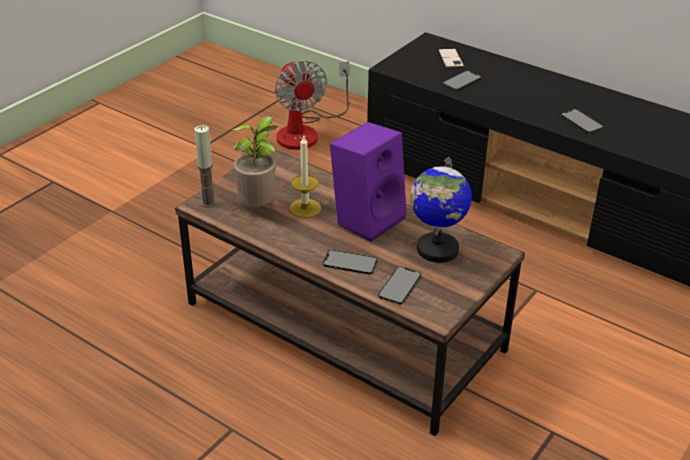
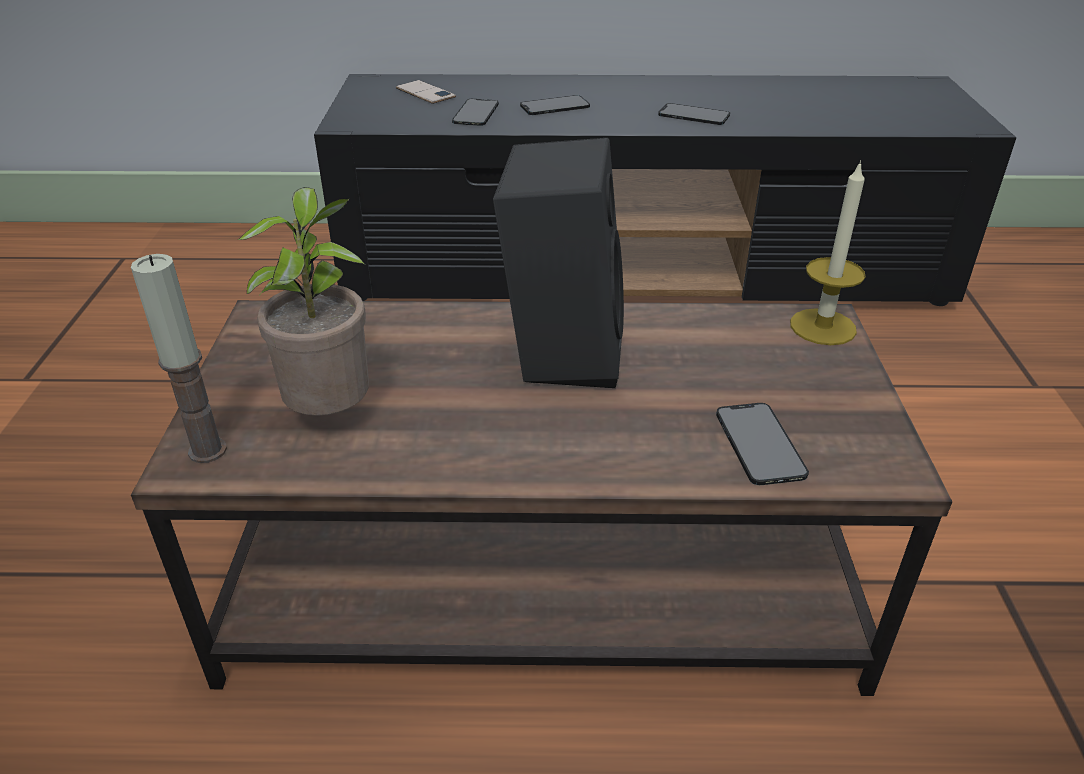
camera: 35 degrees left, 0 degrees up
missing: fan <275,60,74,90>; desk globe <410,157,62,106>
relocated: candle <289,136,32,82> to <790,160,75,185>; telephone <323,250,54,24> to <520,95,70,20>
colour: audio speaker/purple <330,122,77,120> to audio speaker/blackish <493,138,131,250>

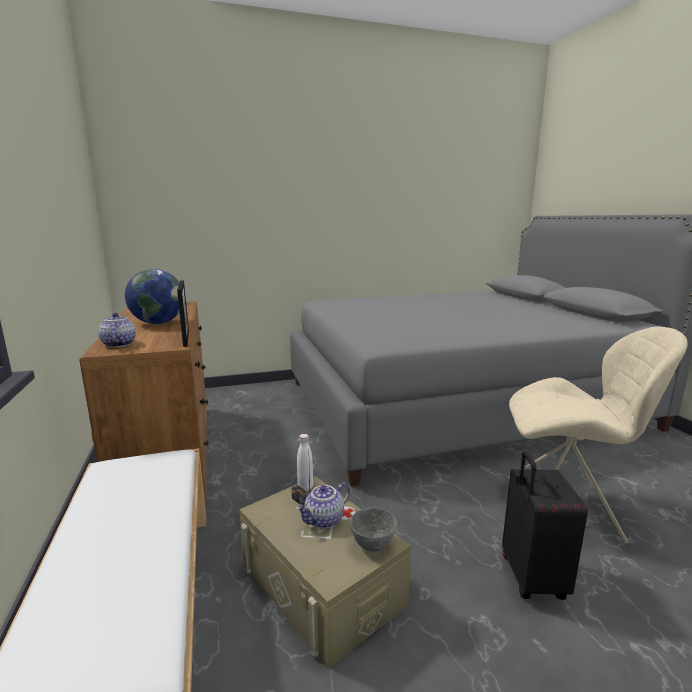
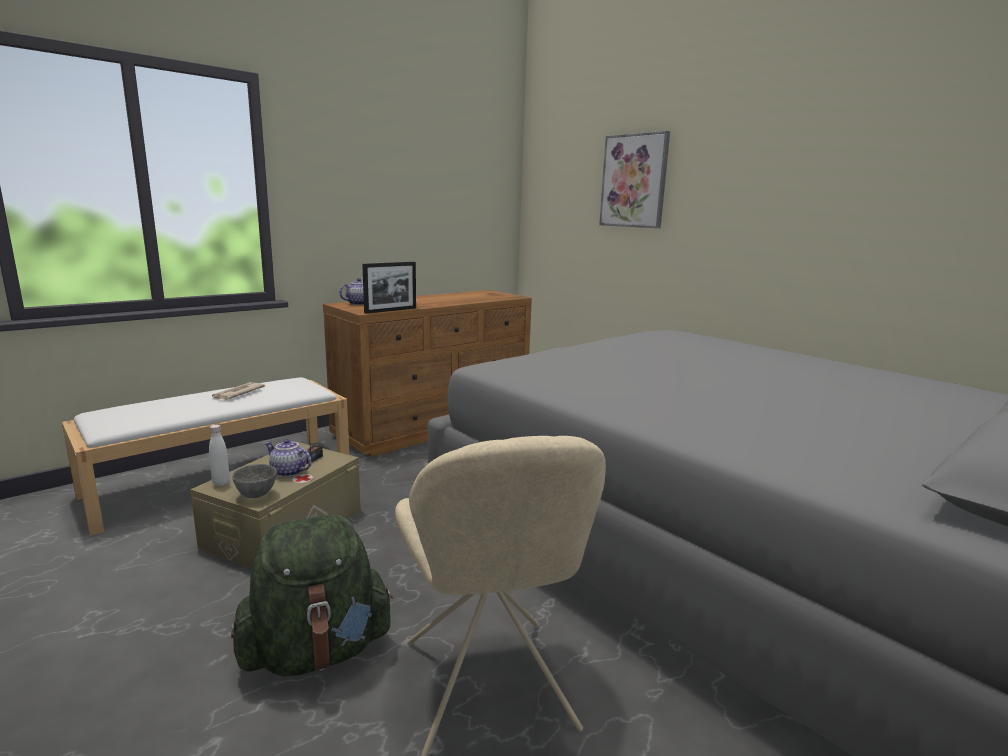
camera: 65 degrees right, 0 degrees up
missing: desk globe <125,269,55,55>
appeared: newspaper <212,382,53,18>; wall picture <599,131,71,97>
relocated: bottle/white <297,434,16,57> to <209,425,21,61>
exchanged: piece of luggage/blackish <502,451,86,149> to backpack/greenish <231,515,163,161>

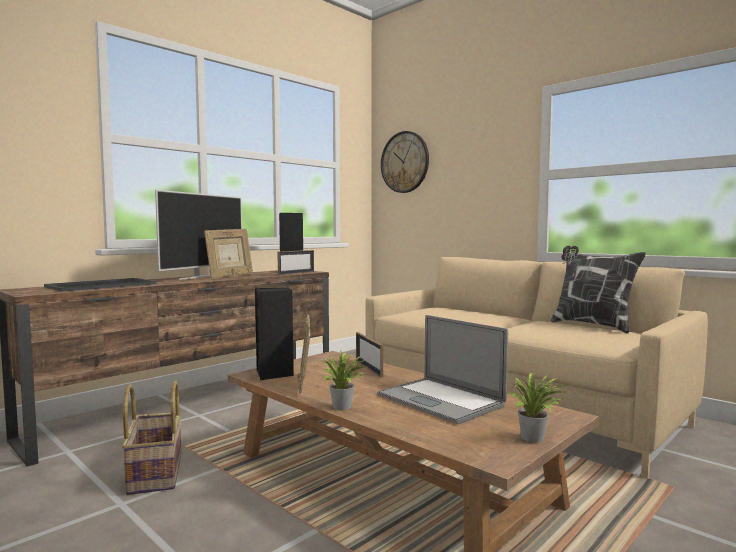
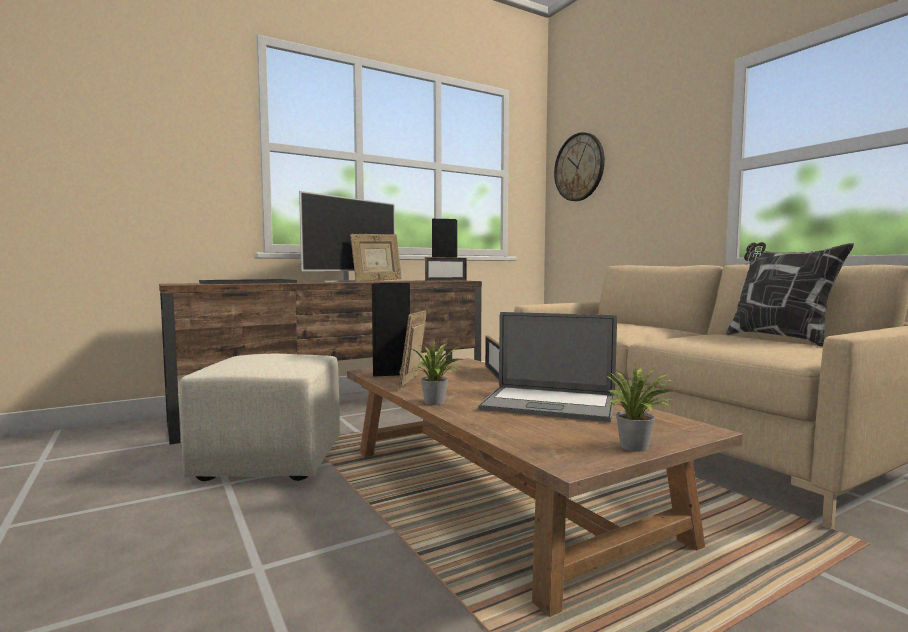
camera: 15 degrees right, 0 degrees up
exchanged: basket <122,381,59,114> to footrest/beige <180,354,160,127>
spun: portable computer <377,315,131,109> = <478,312,139,110> 45 degrees counterclockwise

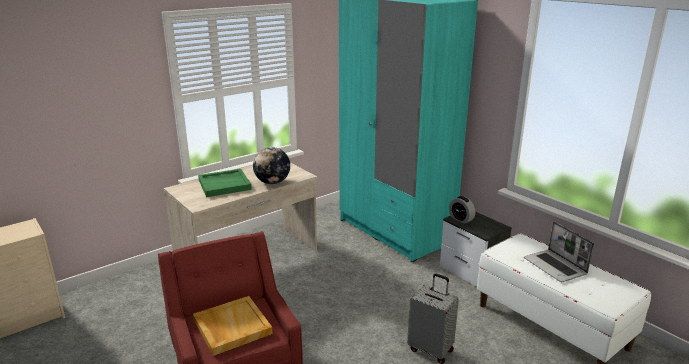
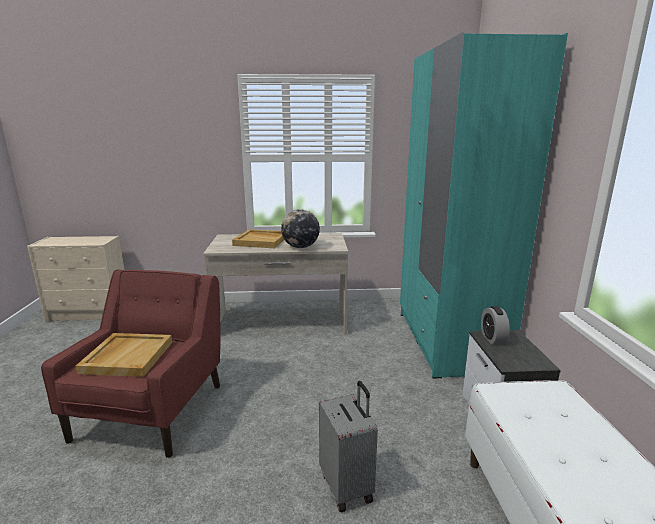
camera: 35 degrees right, 5 degrees down
missing: portable computer <524,221,70,61>
colour: serving tray/greenish <198,169,54,28> to serving tray/beige <232,229,52,19>

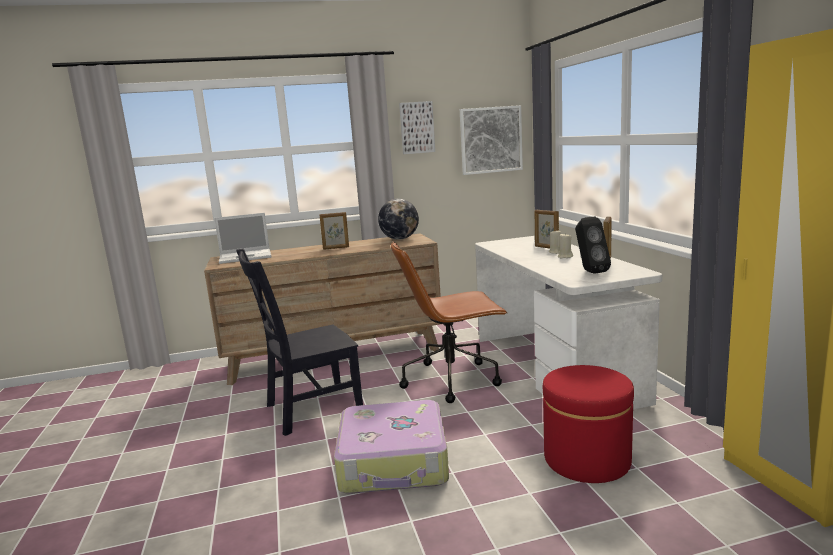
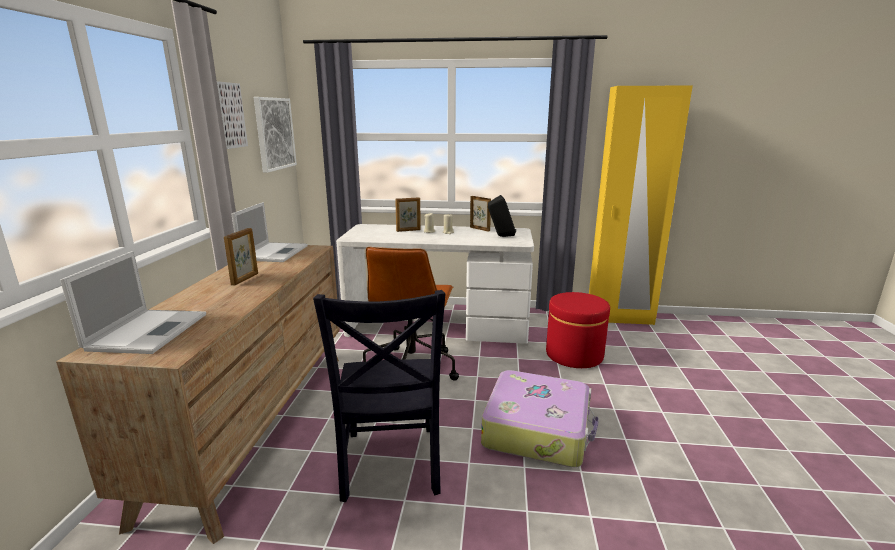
camera: 70 degrees left, 5 degrees up
exchanged: desk globe <378,199,41,41> to portable computer <231,202,77,60>

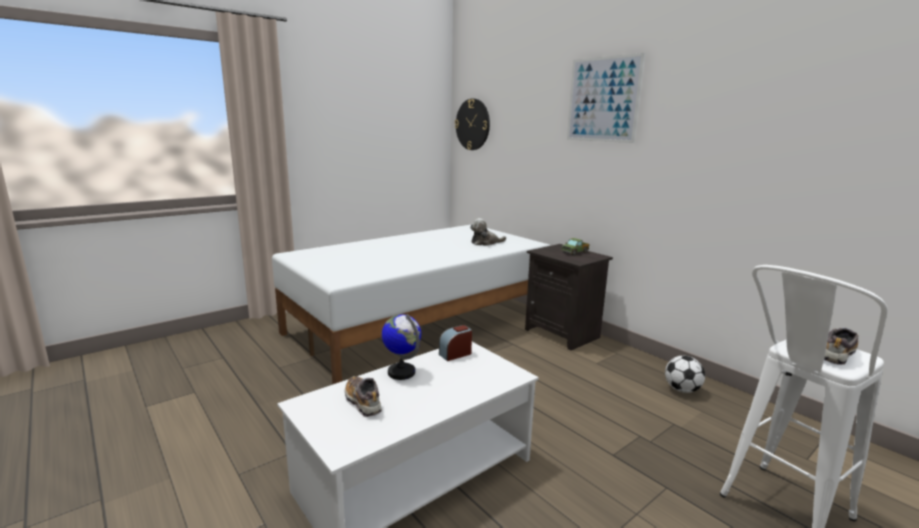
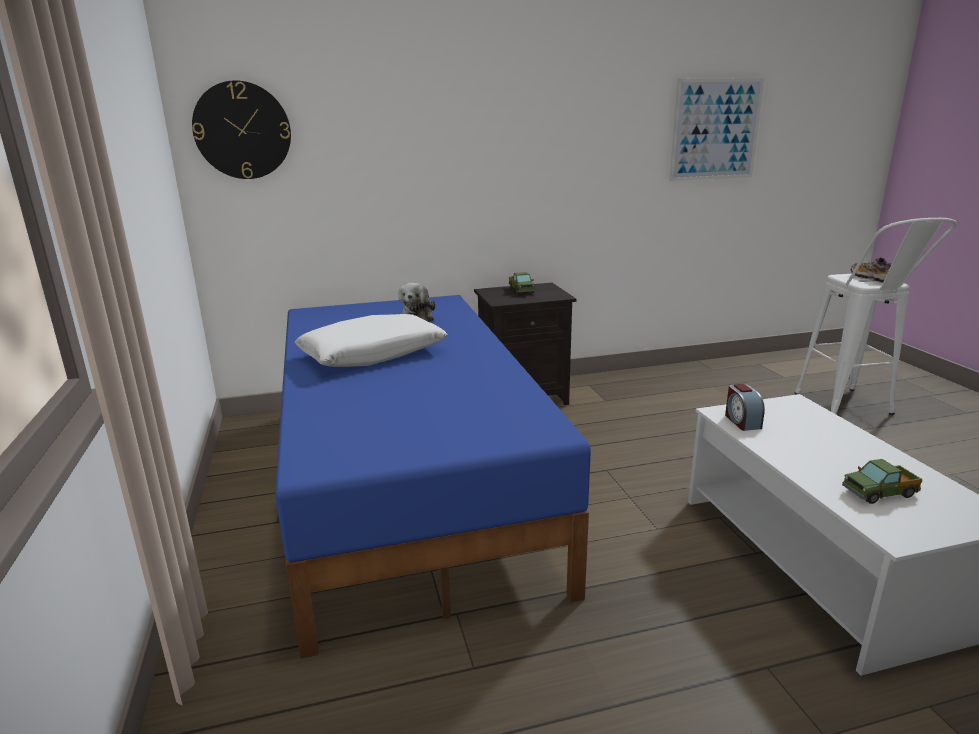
camera: 65 degrees left, 5 degrees up
missing: desk globe <382,314,39,66>; football ball <665,355,40,38>
appeared: cushion/white <295,314,153,53>
relocated: wall picture <567,53,78,90> to <669,78,95,103>
exchanged: low shoe <345,376,37,41> to toy lorry <842,459,80,45>
colour: sleeping bed/white <272,225,278,159> to sleeping bed/bluish <275,295,316,364>

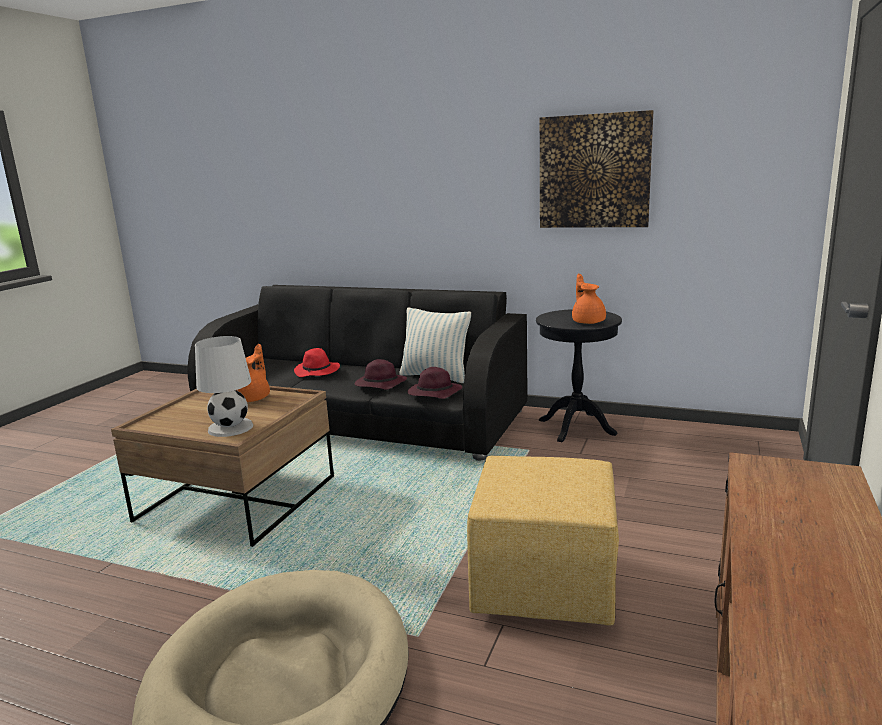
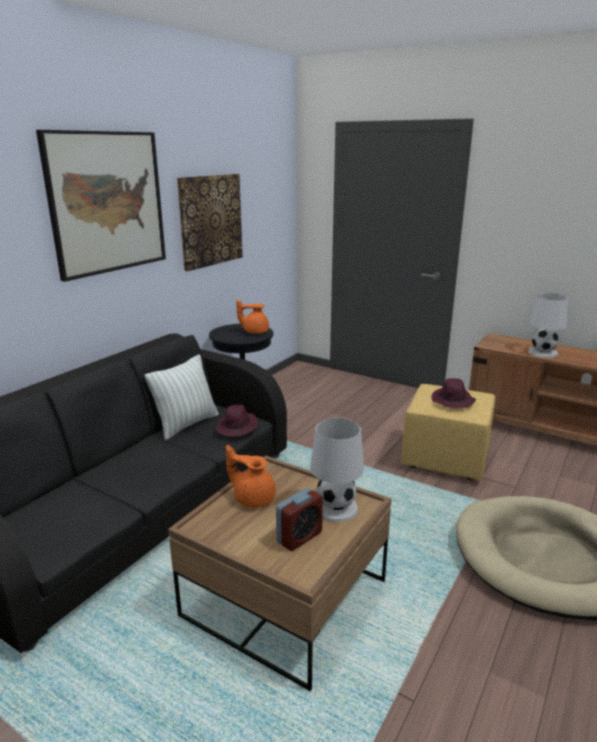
camera: 80 degrees left, 5 degrees up
missing: hat/reddish <294,348,46,29>
appeared: wall picture <36,130,130,152>; alarm clock <276,488,47,63>; table lamp/white <528,293,40,65>
relocated: hat/purple <354,359,53,31> to <432,378,44,30>

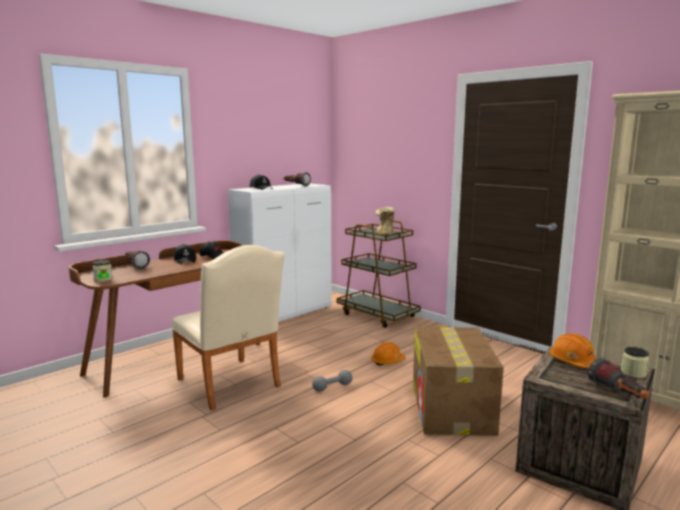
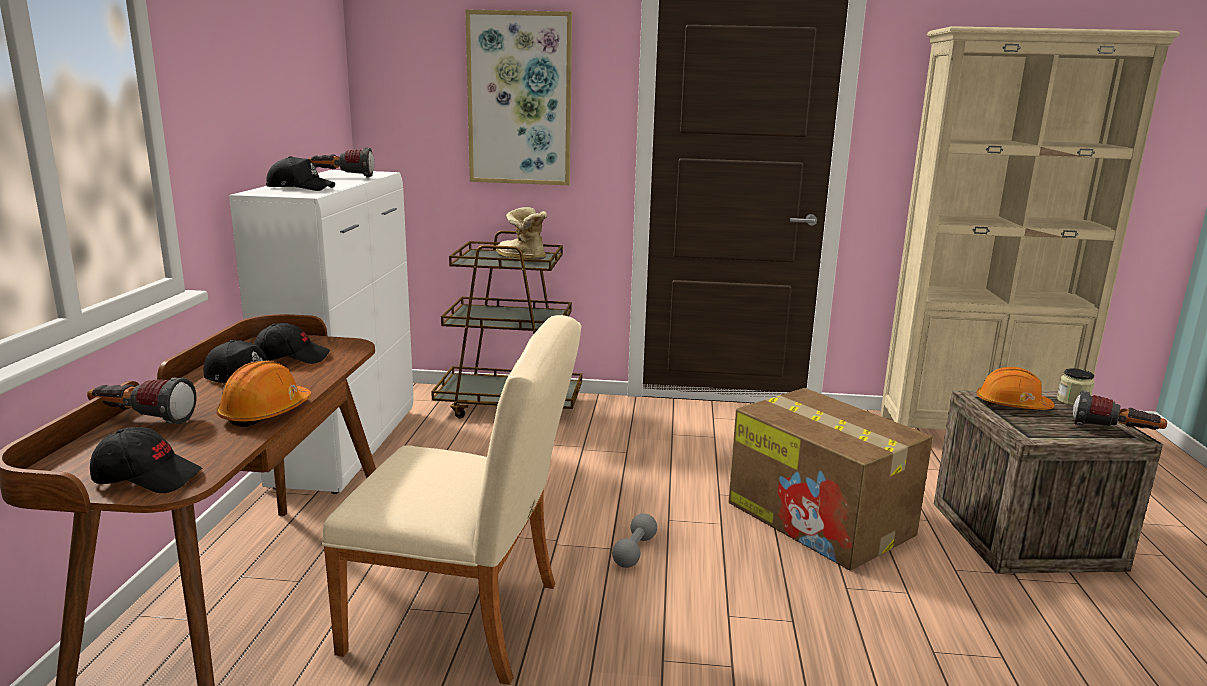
camera: 40 degrees left, 5 degrees up
appeared: wall picture <465,10,107,175>
relocated: hard hat/orange-coloured <371,342,34,23> to <216,361,95,66>
exchanged: storage jar <92,260,21,22> to peaked cap/blackish <90,427,112,66>

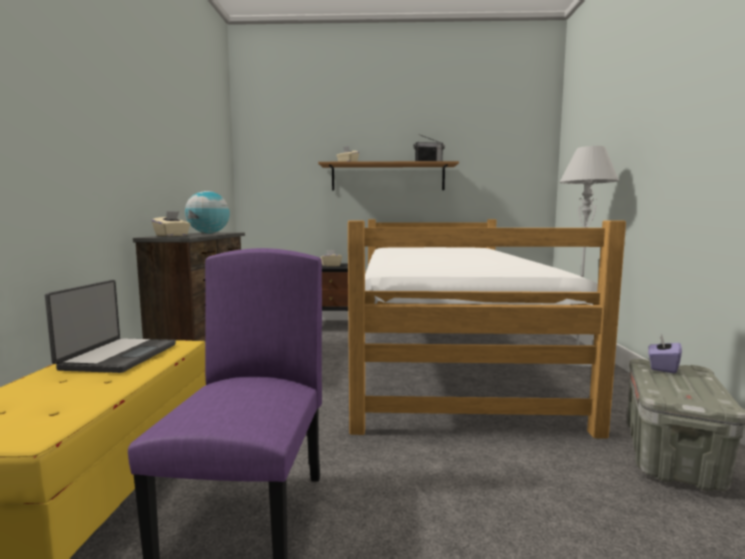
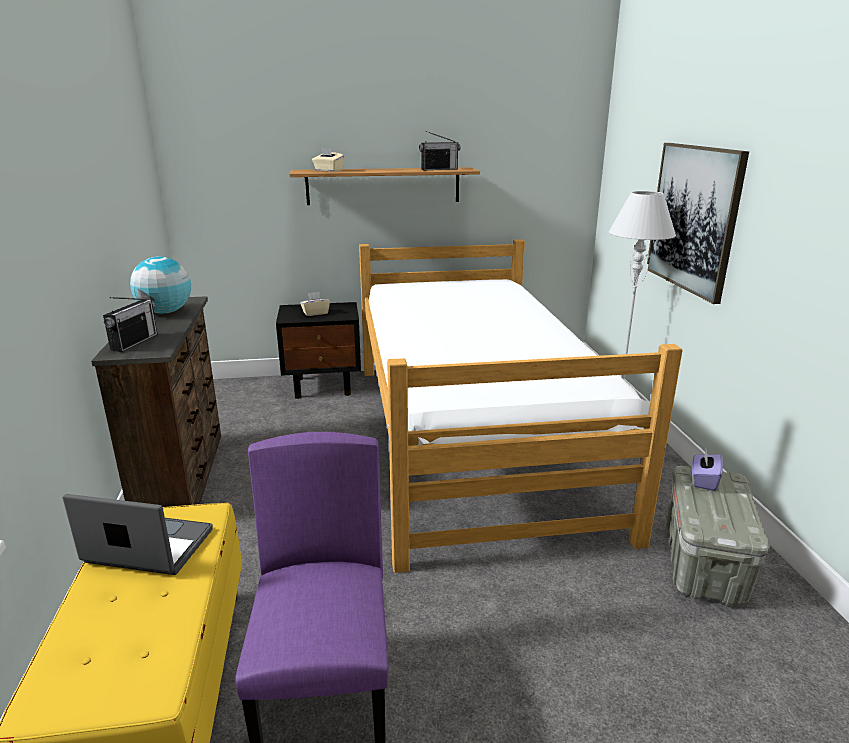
camera: 10 degrees left, 15 degrees up
appeared: wall picture <647,143,102,161>
exchanged: tissue box/beige <152,211,38,25> to radio <103,297,55,55>
spun: portable computer <45,280,131,93> = <63,494,150,81> 75 degrees counterclockwise

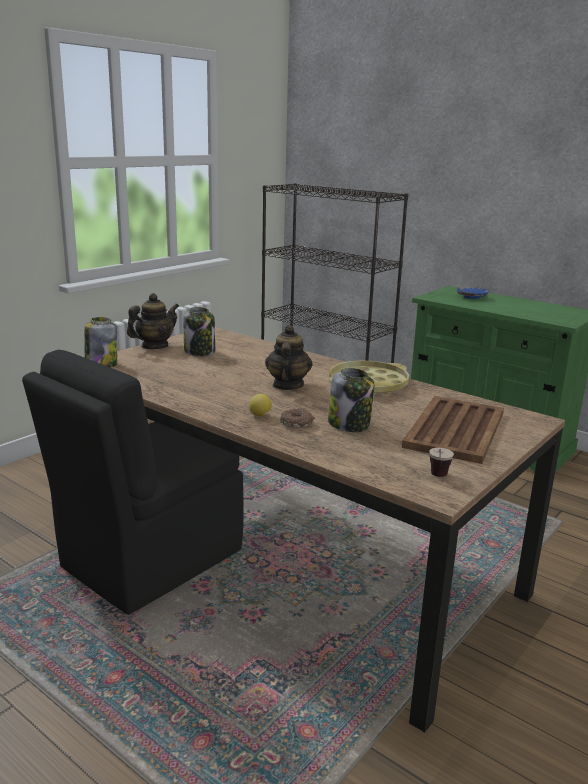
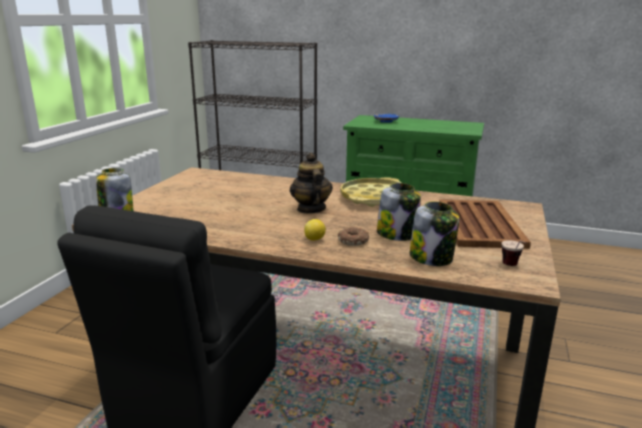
camera: 20 degrees left, 0 degrees up
missing: tea pot <127,293,52,56>
relocated: storage jar <183,307,32,49> to <410,201,49,65>

